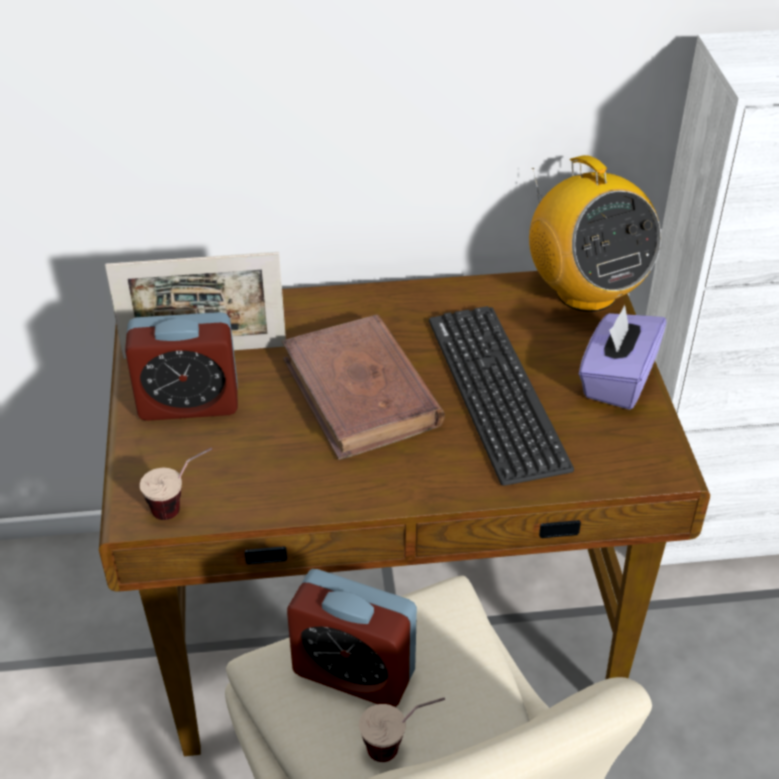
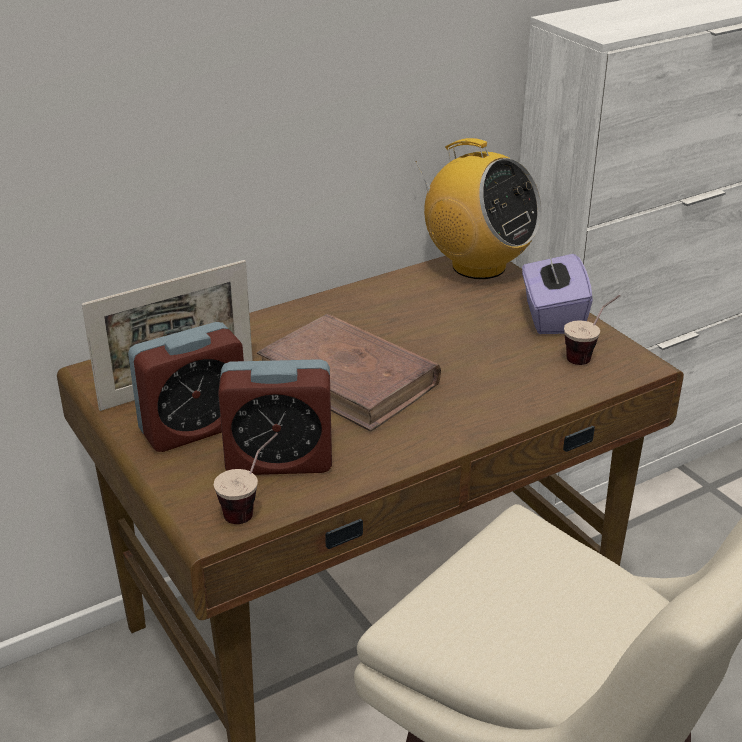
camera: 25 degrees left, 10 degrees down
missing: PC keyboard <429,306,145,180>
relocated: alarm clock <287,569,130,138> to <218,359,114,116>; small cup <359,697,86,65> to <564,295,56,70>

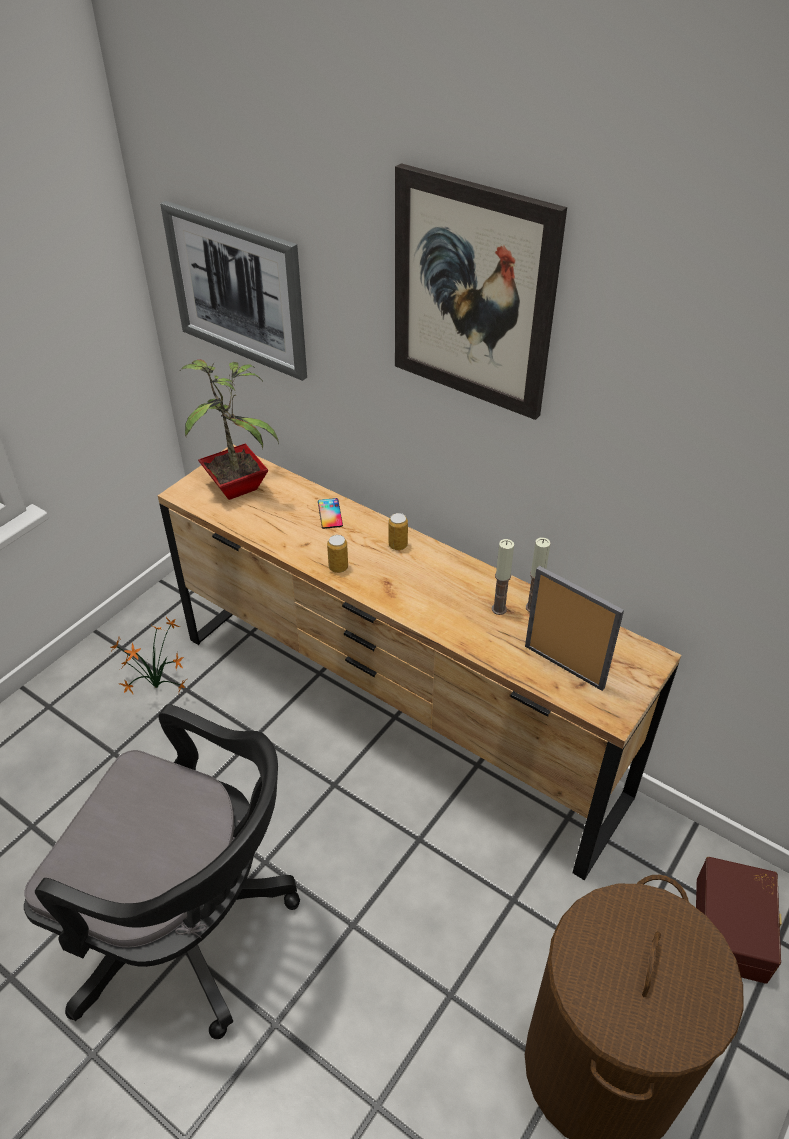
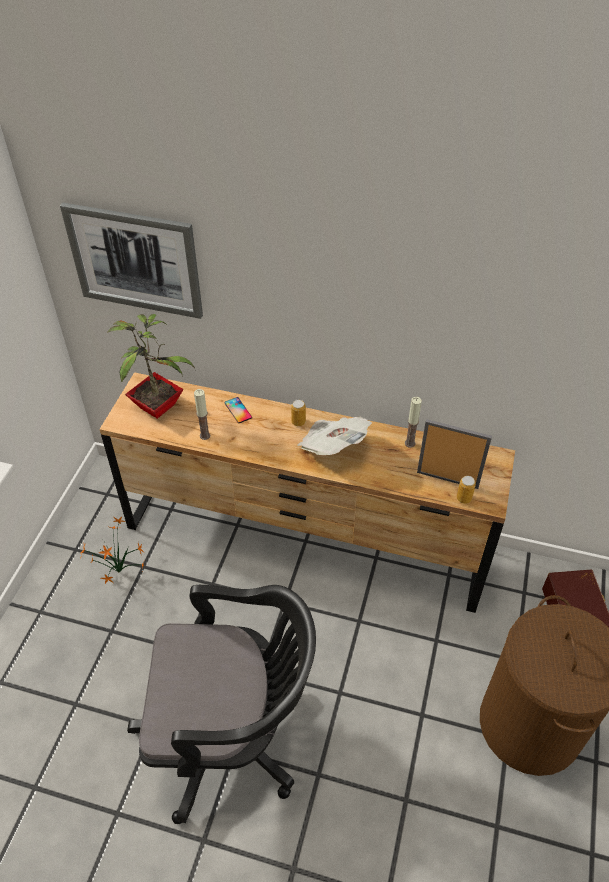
camera: 20 degrees left, 5 degrees up
missing: wall picture <395,163,172,257>
appeared: newspaper <297,417,75,38>
relocated: metal can <327,535,21,38> to <457,476,19,28>; candle <492,539,22,76> to <194,389,16,51>

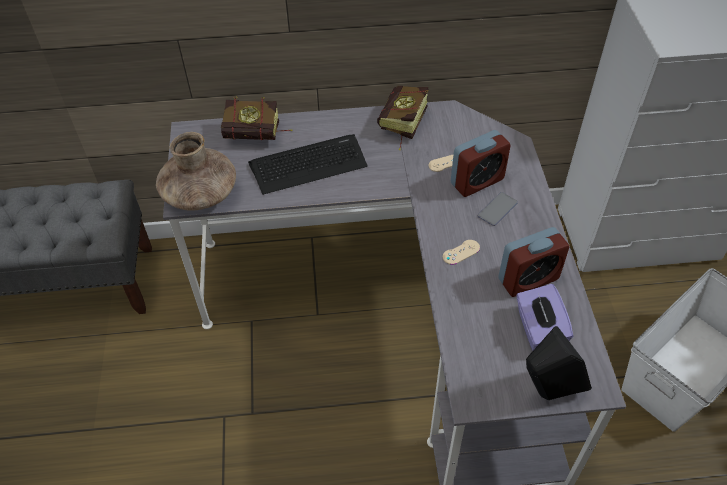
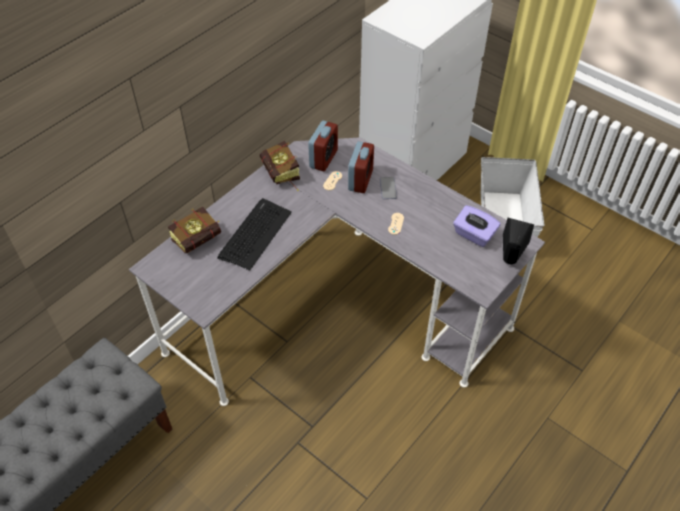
camera: 45 degrees left, 0 degrees up
missing: vase/brown <156,132,80,79>
relocated: alarm clock <498,227,71,70> to <308,120,30,51>

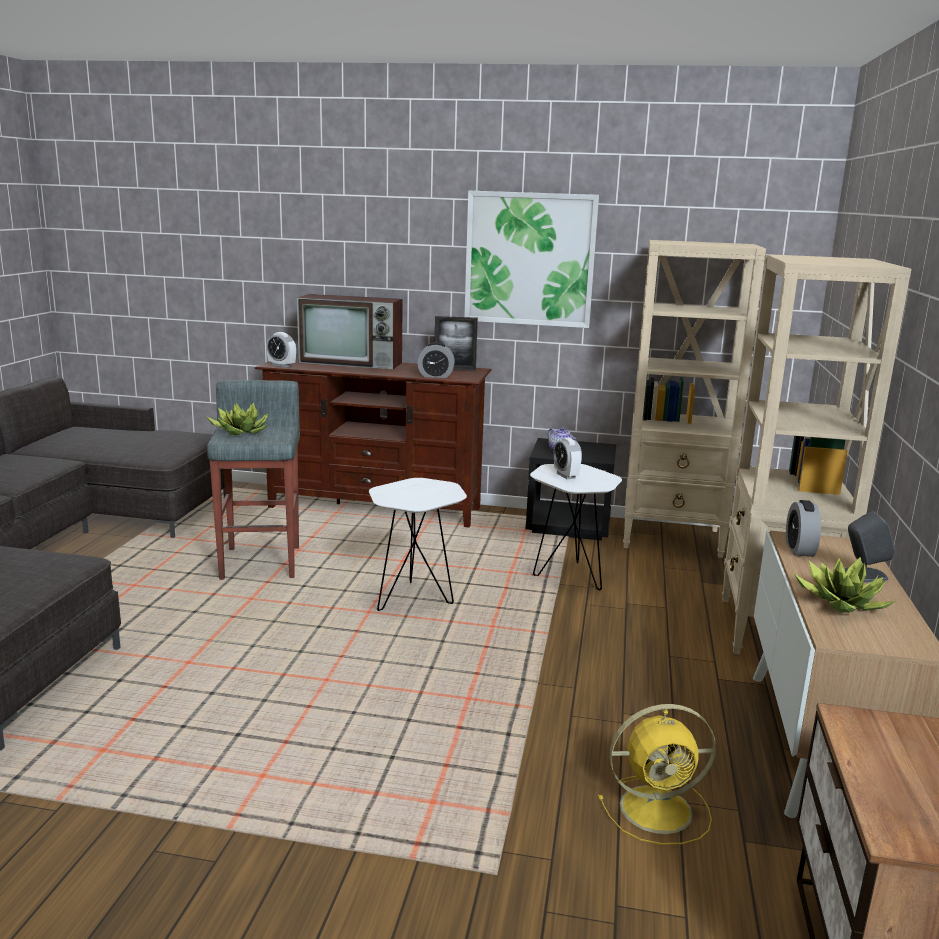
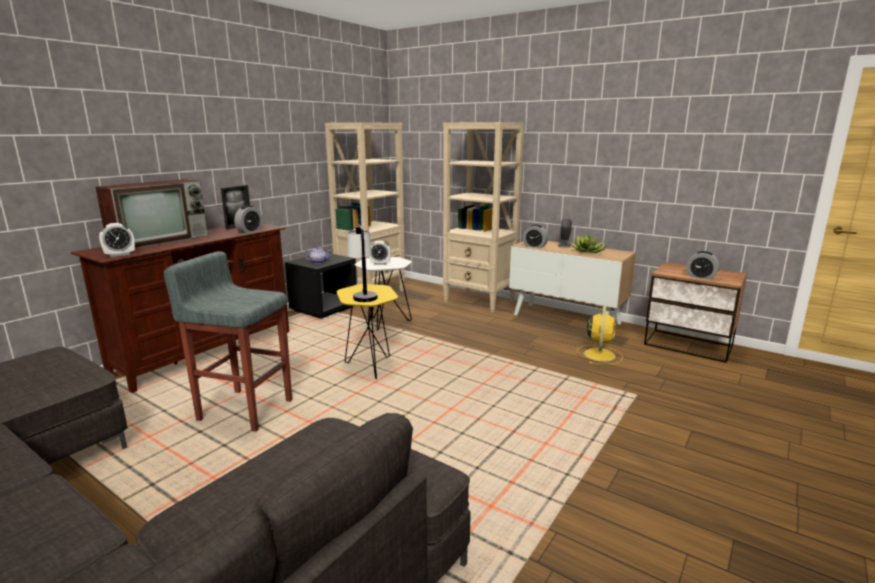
camera: 65 degrees left, 0 degrees up
missing: houseplant <206,403,63,33>; wall picture <464,191,135,137>
appeared: table lamp <347,224,31,78>; alarm clock <686,251,33,29>
colour: end table/white <369,478,98,133> to end table/yellow <337,284,61,95>

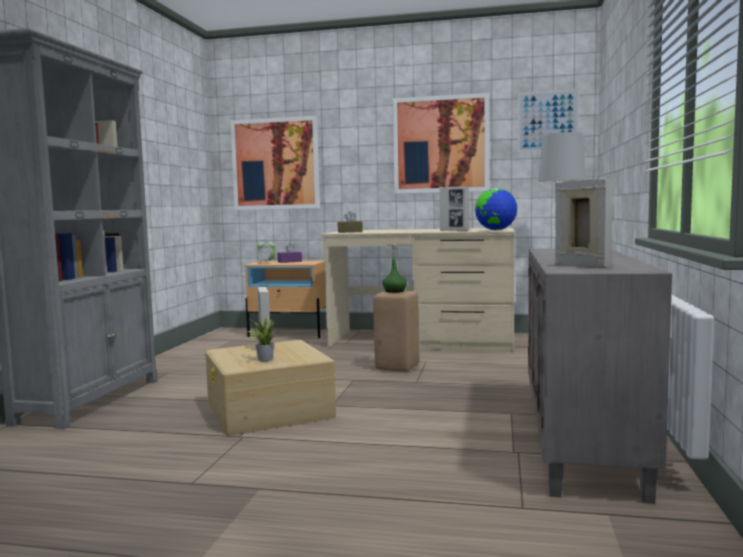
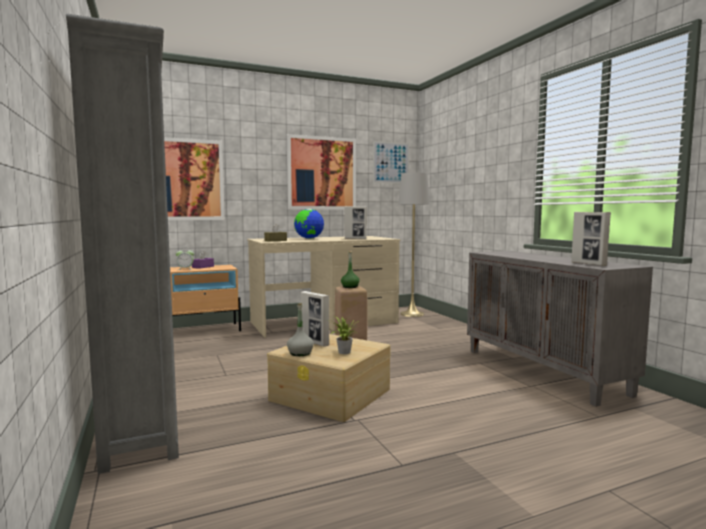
camera: 35 degrees left, 0 degrees up
appeared: bottle/greyish <287,303,27,53>
relocated: desk globe <475,188,42,42> to <294,209,30,30>
spun: photo frame <555,177,58,91> = <571,212,40,54> 135 degrees counterclockwise

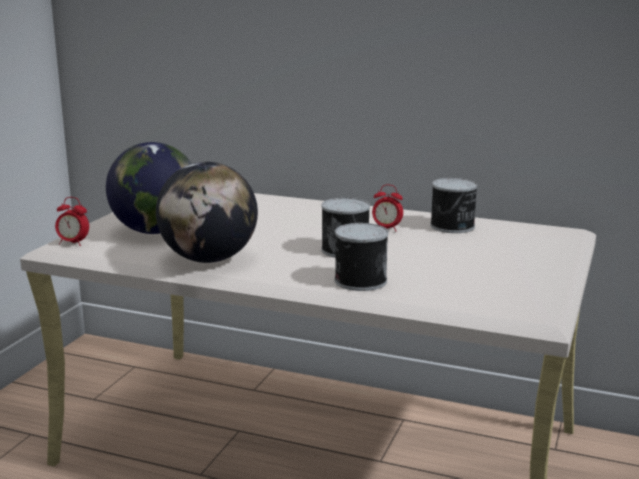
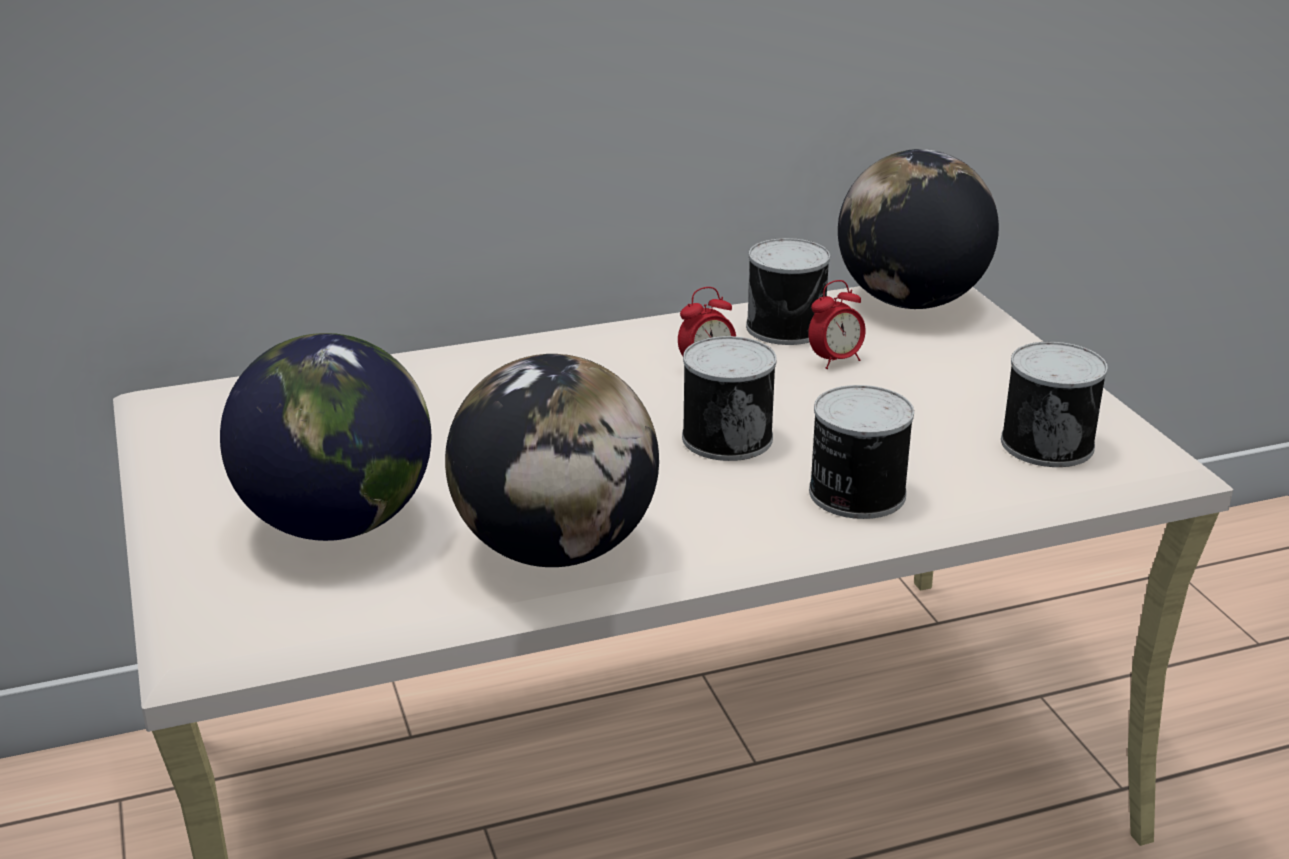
camera: 40 degrees left, 10 degrees up
appeared: desk globe <838,149,161,160>; metal can <1001,342,107,125>
relocated: alarm clock <55,197,34,49> to <808,280,58,89>

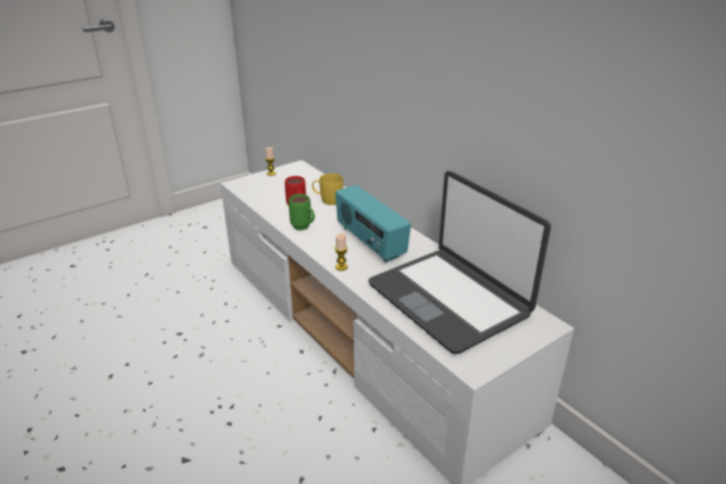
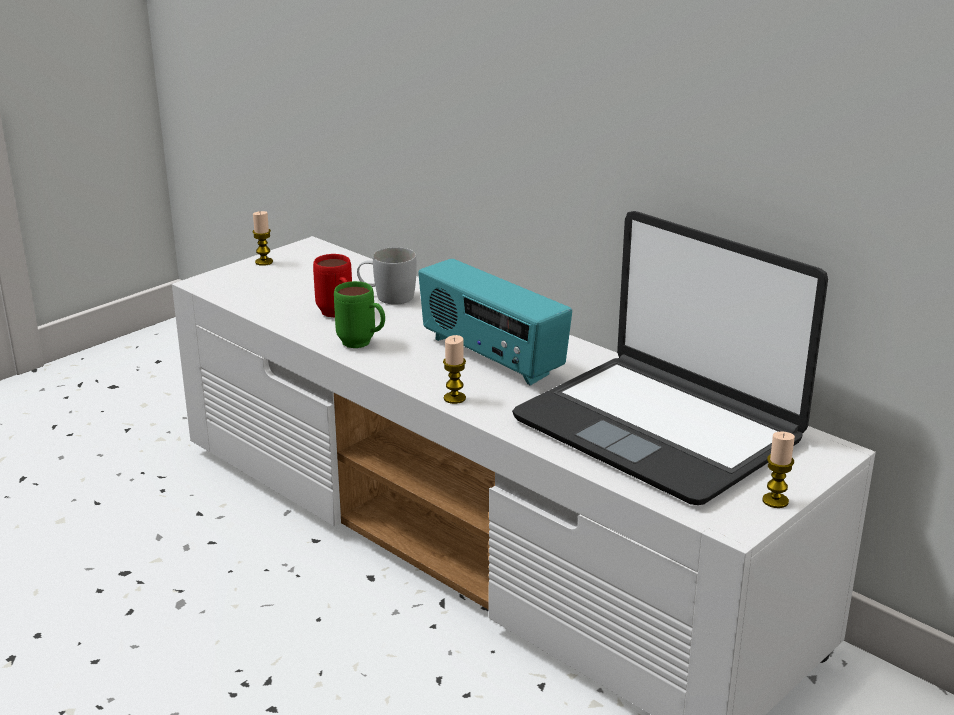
camera: 10 degrees left, 5 degrees down
appeared: candle <763,431,32,77>
colour: mug/yellow <312,173,31,32> to mug/white <357,247,60,58>

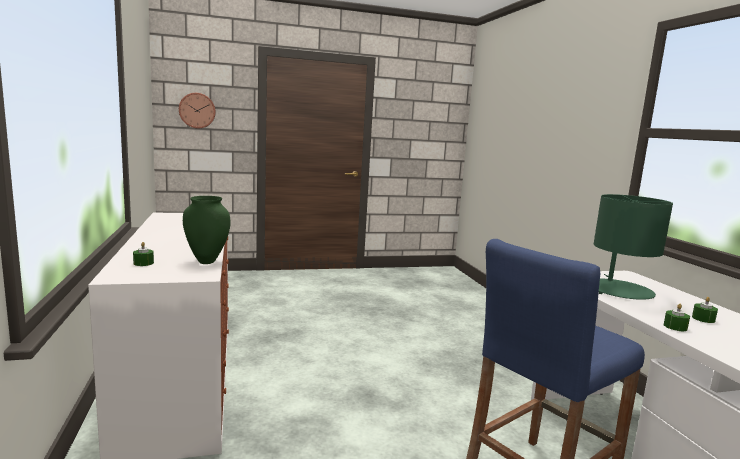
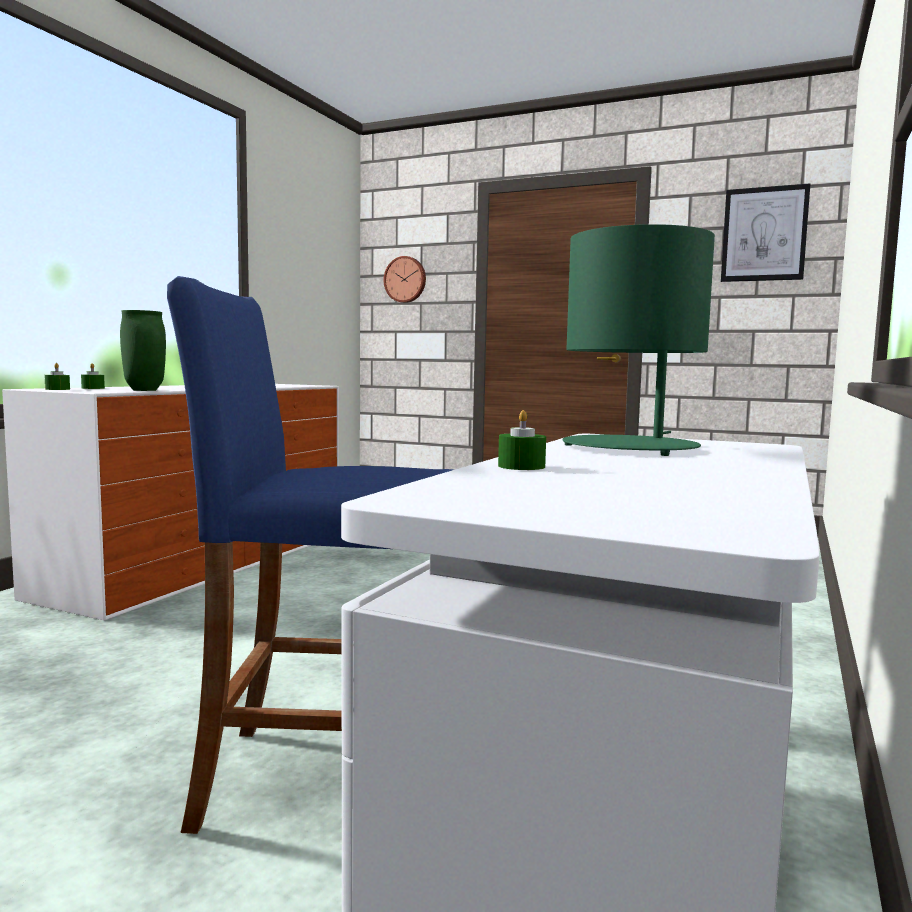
camera: 40 degrees right, 5 degrees down
appeared: wall picture <721,183,89,99>
relocated: candle/greenish <692,297,26,26> to <44,363,26,27>

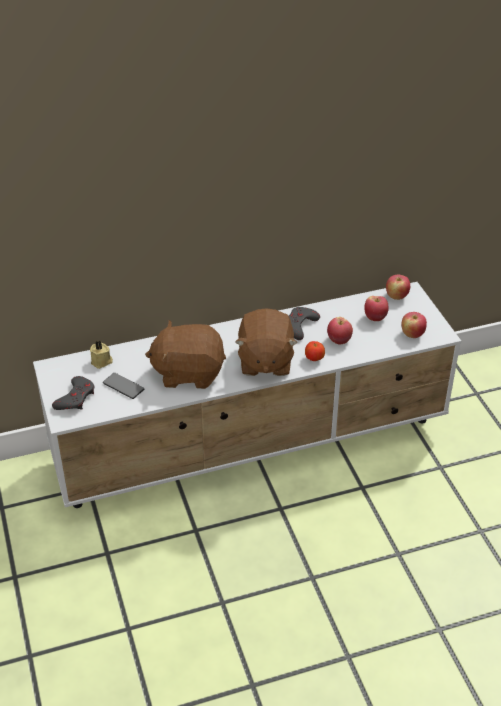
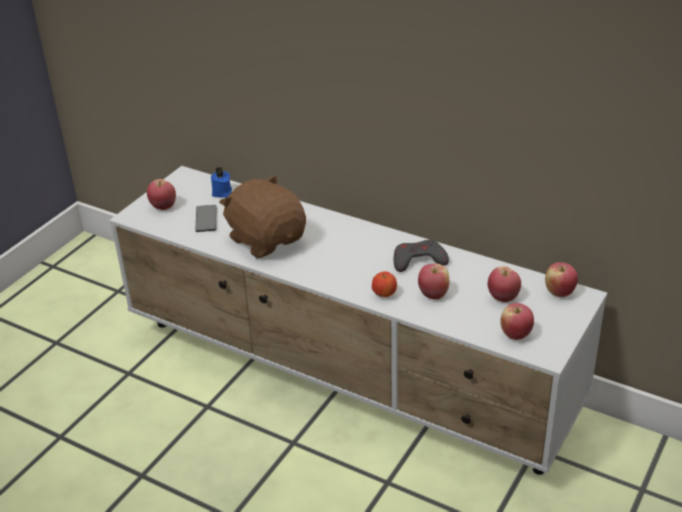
camera: 50 degrees right, 5 degrees down
missing: plush toy/brown <235,308,63,68>
exchanged: game controller/greyish <52,376,42,34> to apple fruit <147,179,29,31>
colour: candle/beige <90,340,23,29> to candle/bluish <211,167,21,31>

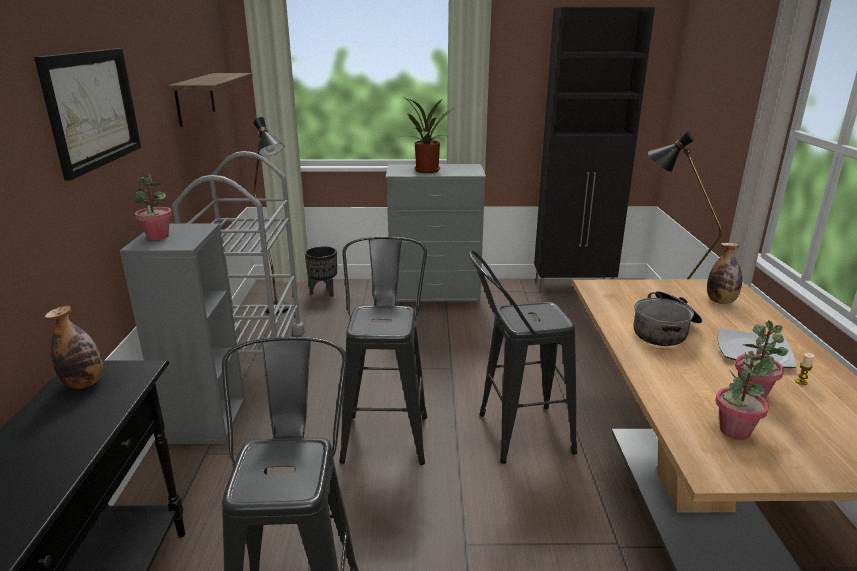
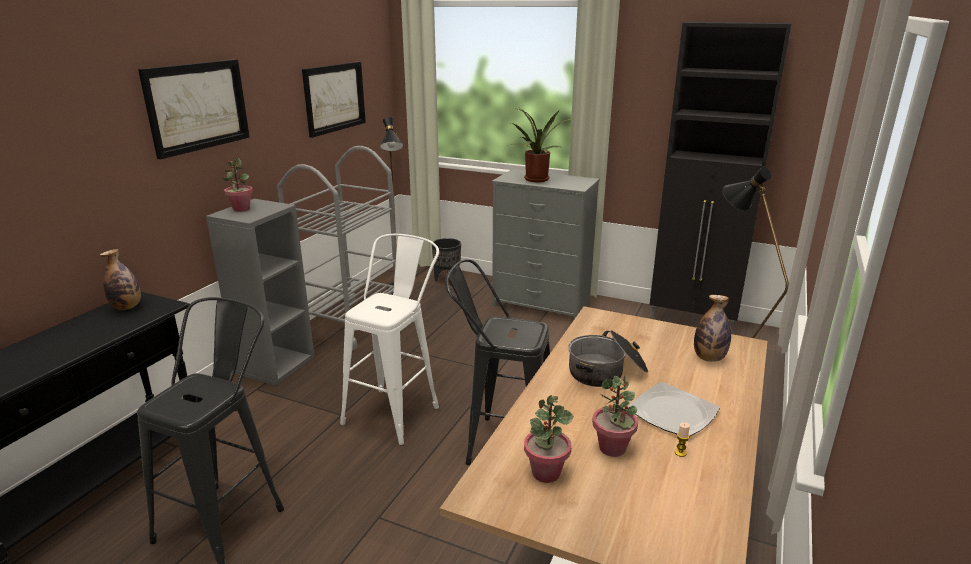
camera: 25 degrees right, 0 degrees up
exchanged: shelf <167,73,86,54> to wall picture <302,62,64,76>
colour: stool/blackish <339,237,89,228> to stool/white <340,234,99,211>

